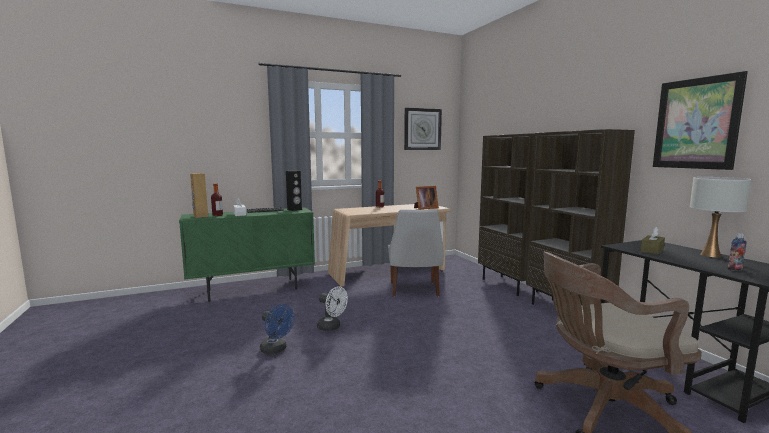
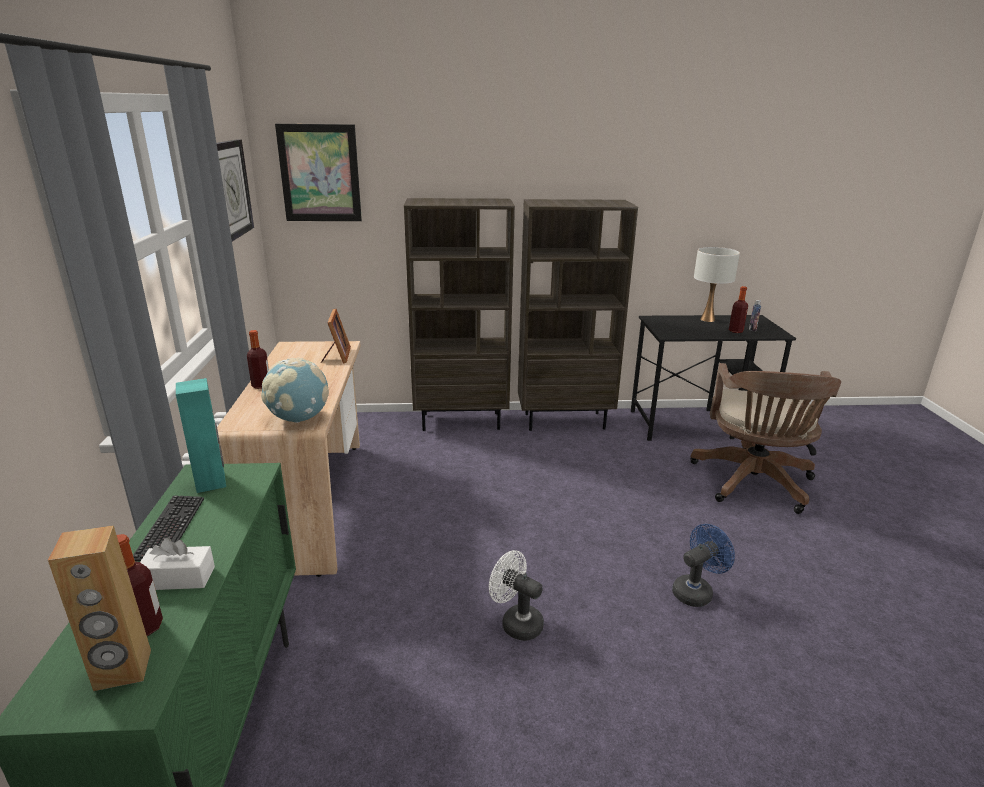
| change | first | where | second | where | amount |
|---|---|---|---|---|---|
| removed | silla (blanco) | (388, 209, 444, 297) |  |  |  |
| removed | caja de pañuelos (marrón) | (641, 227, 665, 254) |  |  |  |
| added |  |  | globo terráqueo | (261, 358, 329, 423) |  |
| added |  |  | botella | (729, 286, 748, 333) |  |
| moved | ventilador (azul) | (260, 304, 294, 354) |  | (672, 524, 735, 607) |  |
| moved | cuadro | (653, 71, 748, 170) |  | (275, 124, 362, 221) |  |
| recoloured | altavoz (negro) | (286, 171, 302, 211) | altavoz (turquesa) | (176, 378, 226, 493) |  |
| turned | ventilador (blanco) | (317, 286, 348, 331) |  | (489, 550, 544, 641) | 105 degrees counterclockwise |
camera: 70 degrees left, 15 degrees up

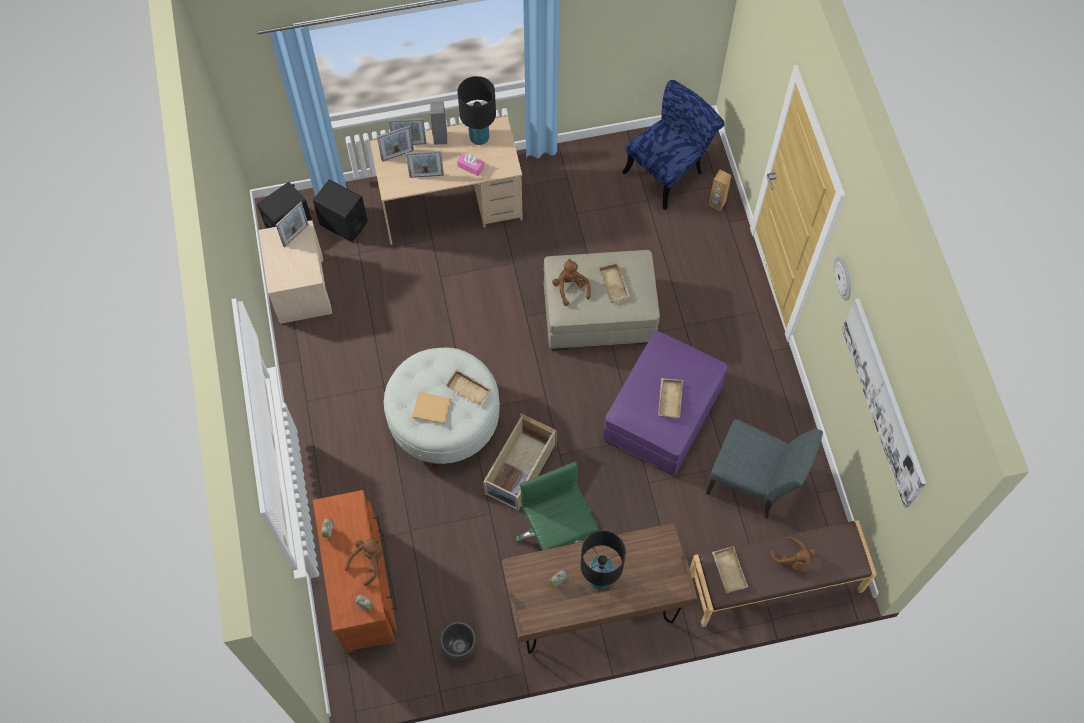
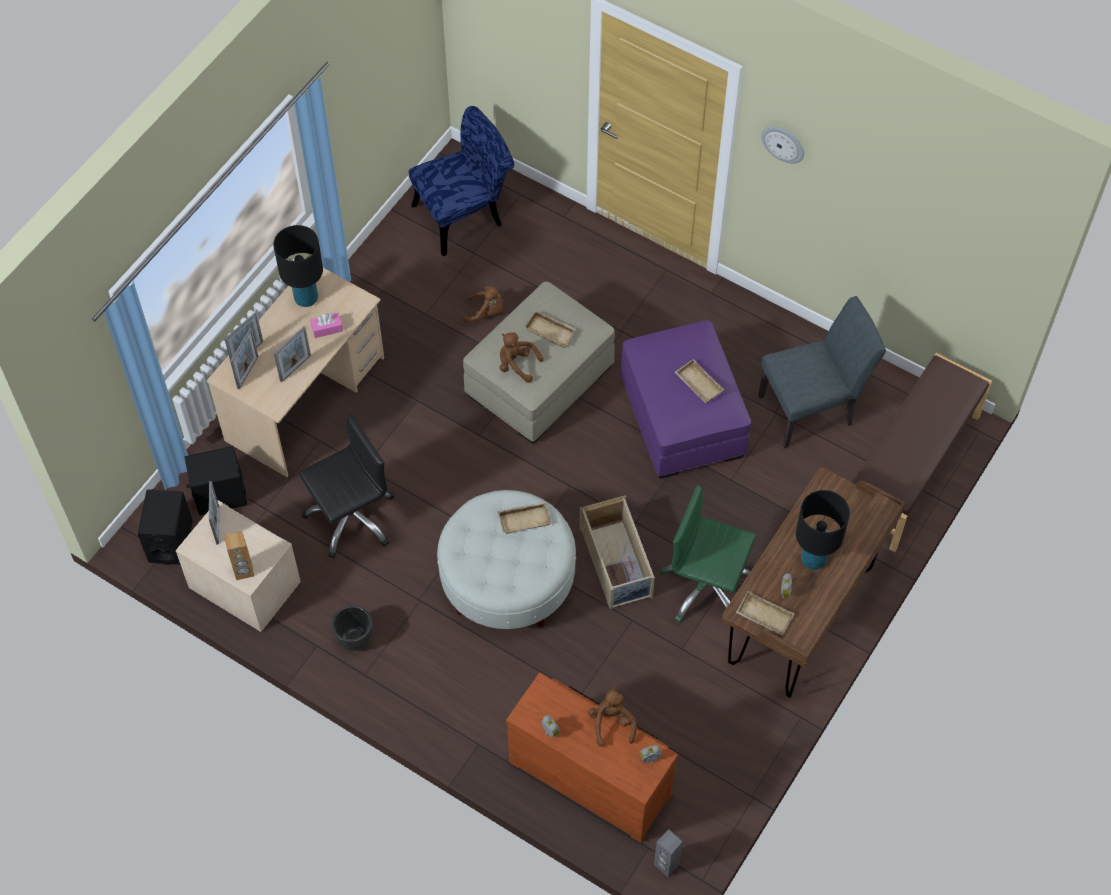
| change | first | where | second | where | amount |
|---|---|---|---|---|---|
| removed | libro (beis) | (412, 392, 451, 425) |  |  |  |
| removed | cuadro | (842, 299, 926, 508) |  |  |  |
| added |  |  | silla de oficina (negro) | (298, 413, 394, 559) |  |
| moved | altavoz (gris) | (430, 101, 447, 145) |  | (654, 829, 683, 877) |  |
| moved | maceta (negro) | (440, 622, 476, 660) |  | (332, 605, 373, 651) |  |
| moved | altavoz (marrón) | (709, 170, 732, 211) |  | (224, 531, 254, 580) |  |
| moved | bandeja (beis) | (712, 546, 748, 593) |  | (736, 591, 795, 635) |  |
| moved | peluche (marrón) | (770, 537, 816, 573) |  | (463, 286, 503, 322) |  |
| turned | silla (azul) | (622, 80, 725, 210) |  | (409, 106, 514, 256) | 60 degrees clockwise |
camera: 45 degrees left, 5 degrees down

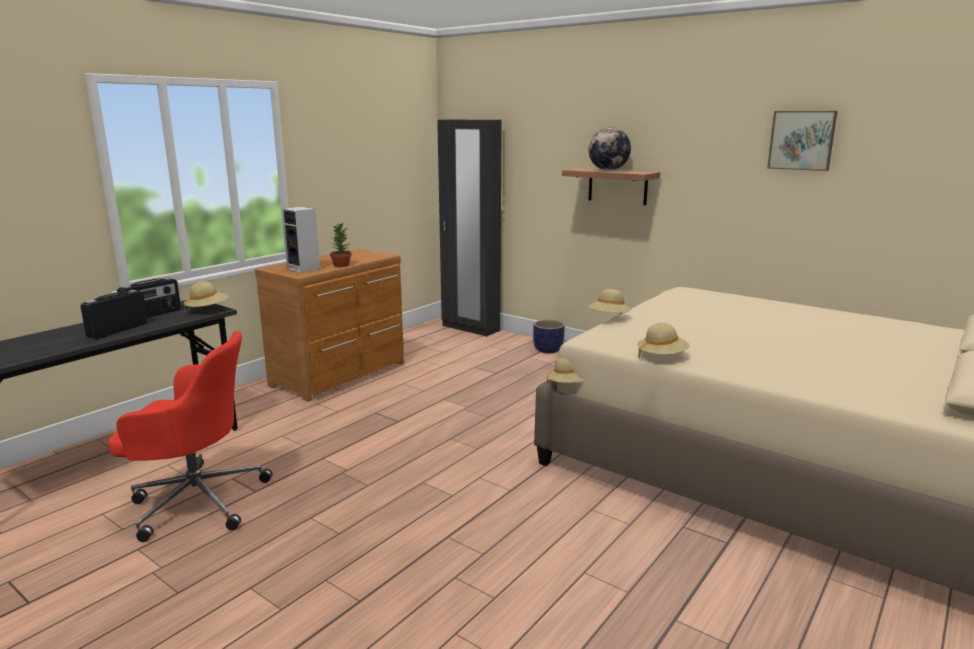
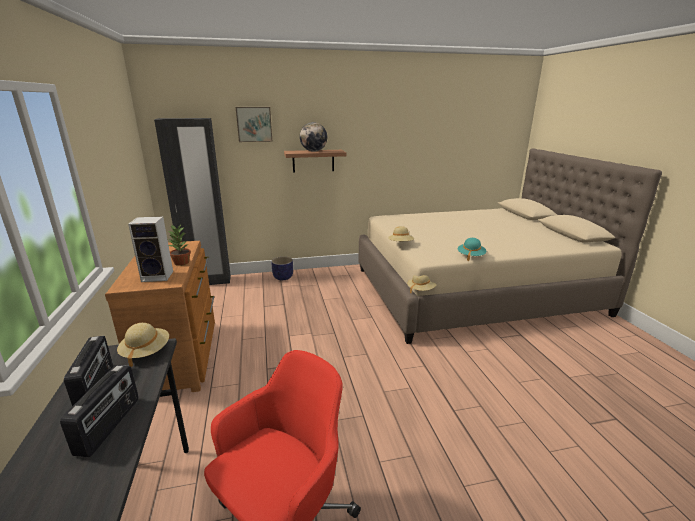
| change | first | where | second | where | amount |
|---|---|---|---|---|---|
| moved | cuadro | (767, 111, 837, 171) |  | (236, 107, 272, 142) |  |
| recoloured | sombrero (beis) | (637, 323, 690, 358) | sombrero (turquesa) | (458, 238, 486, 261) |  |
| turned | radio | (81, 290, 148, 339) |  | (60, 365, 139, 457) | 150 degrees counterclockwise |
camera: 50 degrees left, 5 degrees up

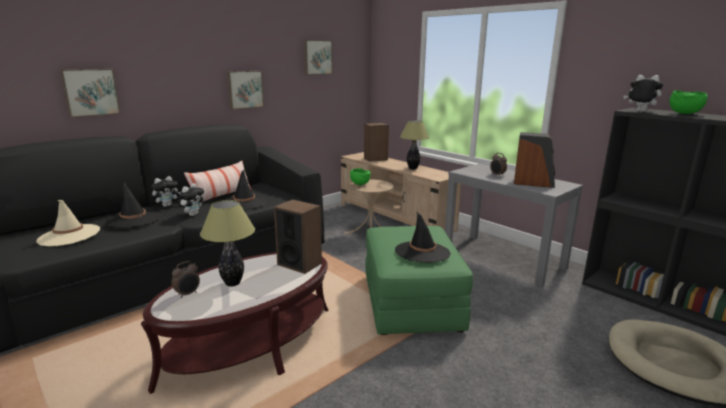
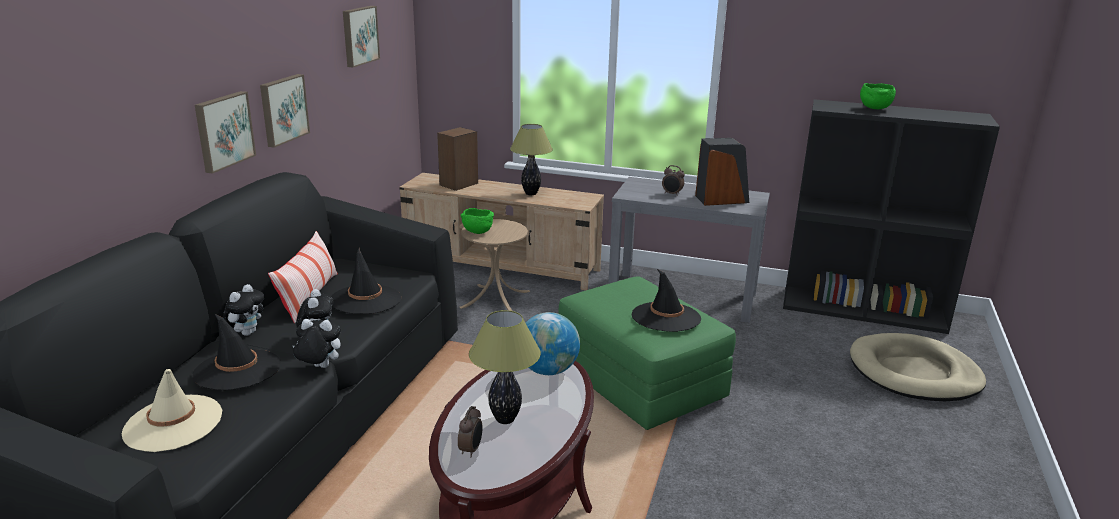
| change | first | where | second | where | amount |
|---|---|---|---|---|---|
| moved | cuadro | (60, 69, 121, 117) |  | (195, 91, 256, 174) |  |
| moved | peluche | (623, 75, 663, 112) |  | (293, 319, 341, 368) |  |
| replaced | altavoz | (274, 199, 322, 274) | globo terráqueo | (526, 312, 580, 375) |  |
camera: 30 degrees left, 5 degrees up

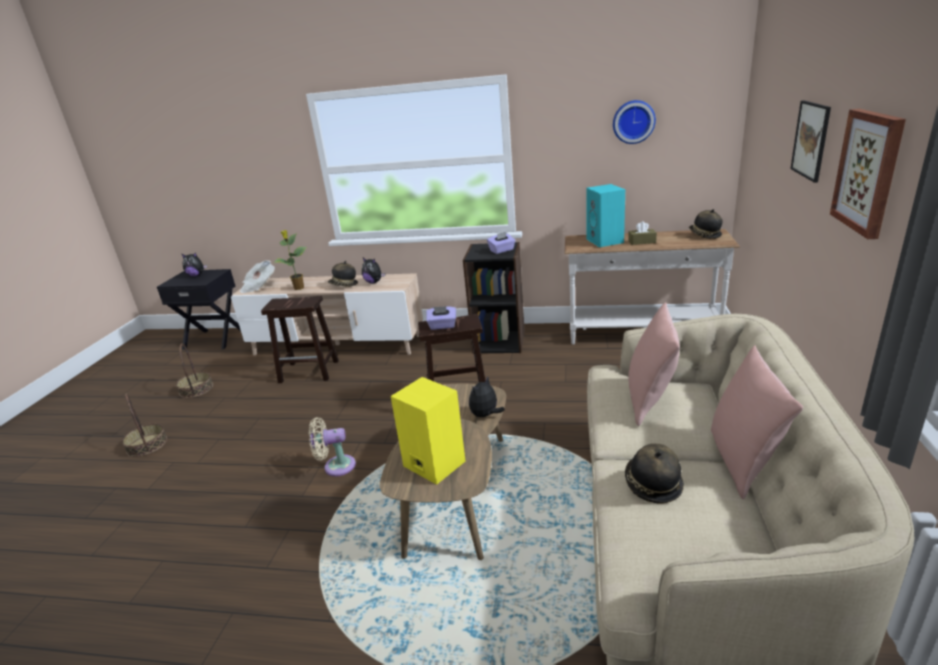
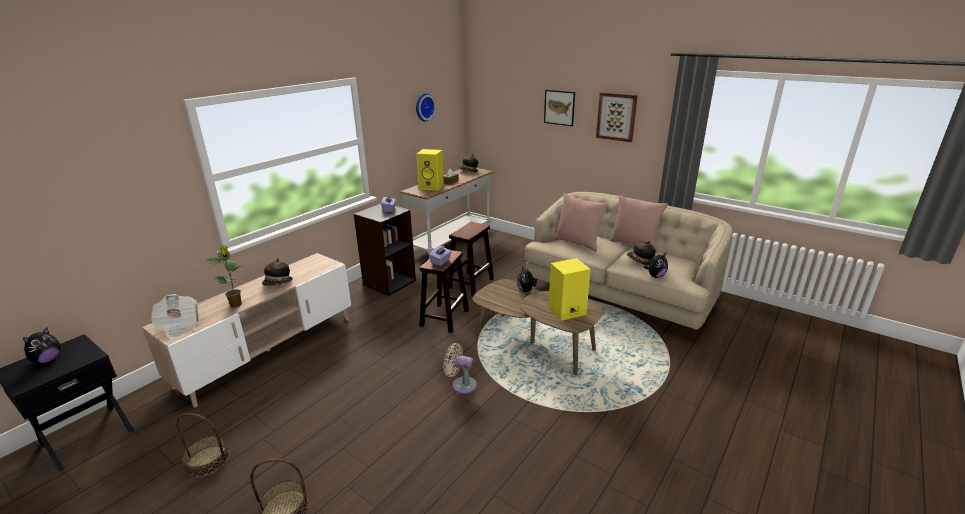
| change | first | where | second | where | amount |
|---|---|---|---|---|---|
| moved | taburete (marrón) | (261, 296, 339, 383) |  | (448, 222, 494, 296) |  |
| moved | peluche | (362, 258, 385, 284) |  | (644, 253, 668, 278) |  |
| recoloured | altavoz (turquesa) | (586, 184, 625, 247) | altavoz (amarillo) | (417, 149, 444, 190) |  |
| turned | ventilador (beis) | (309, 417, 356, 477) |  | (444, 343, 477, 394) | 90 degrees clockwise |
camera: 65 degrees left, 0 degrees up

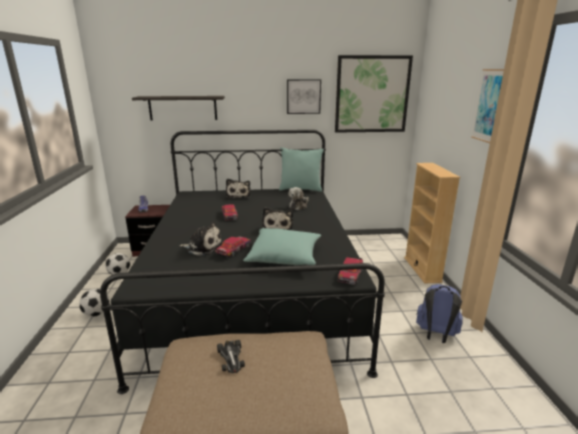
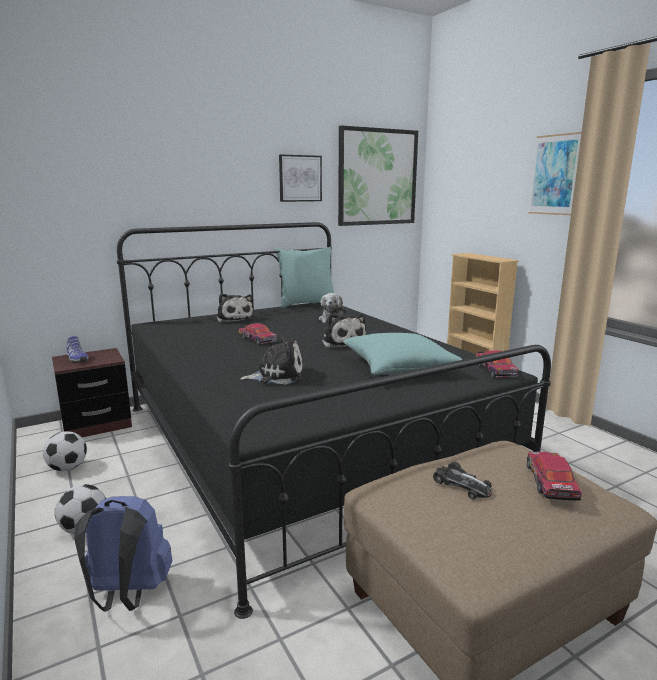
| change | first | where | second | where | amount |
|---|---|---|---|---|---|
| removed | estante | (132, 96, 225, 121) |  |  |  |
| moved | coche de juguete | (215, 236, 251, 257) |  | (527, 452, 582, 501) |  |
| moved | mochila (azul) | (416, 284, 463, 343) |  | (74, 496, 172, 612) |  |
camera: 25 degrees left, 5 degrees down

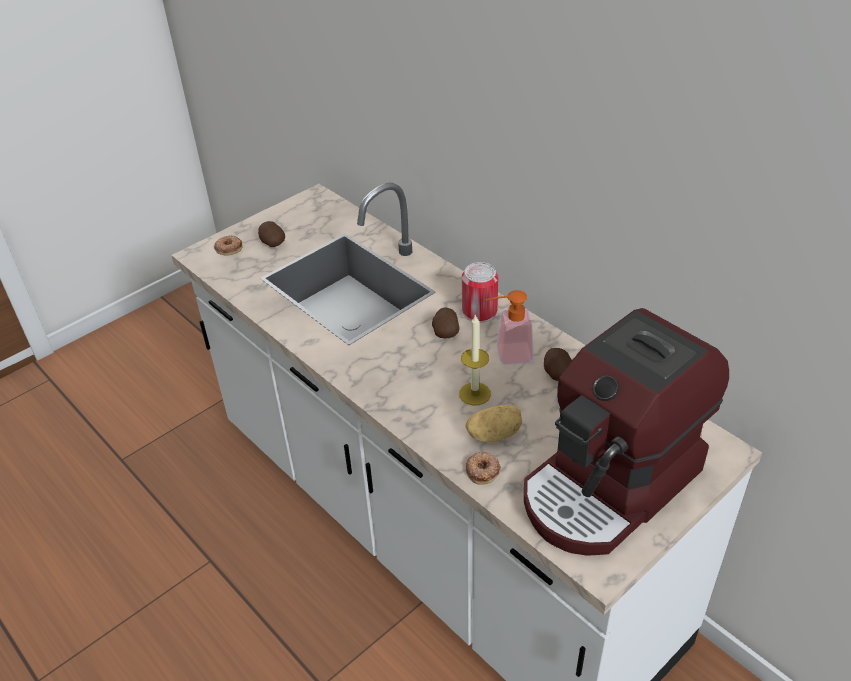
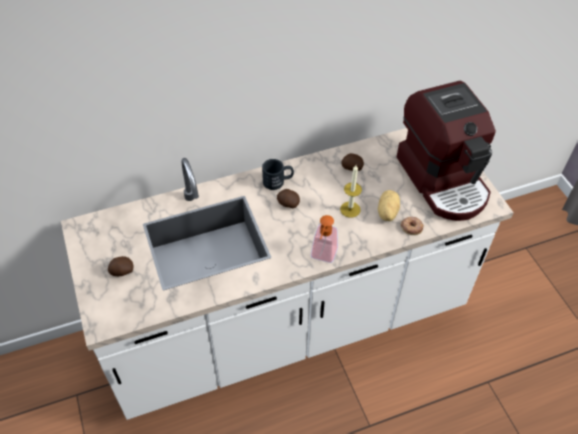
| change | first | where | second | where | amount |
|---|---|---|---|---|---|
| removed | rosquilla | (214, 235, 242, 256) |  |  |  |
| moved | dispensador de jabón | (484, 290, 534, 365) |  | (311, 215, 338, 263) |  |
| replaced | lata | (462, 262, 498, 323) | taza grande (negro) | (262, 159, 294, 190) |  |
camera: 70 degrees left, 10 degrees up

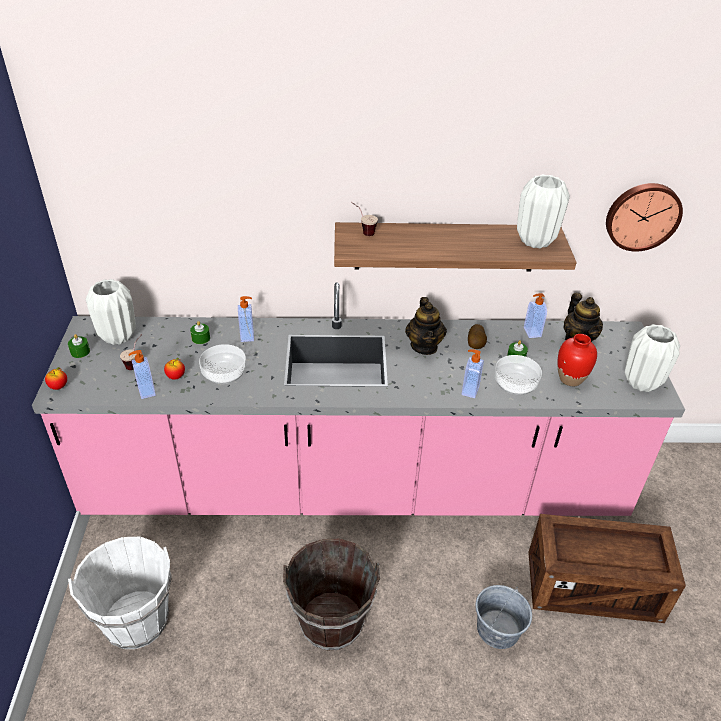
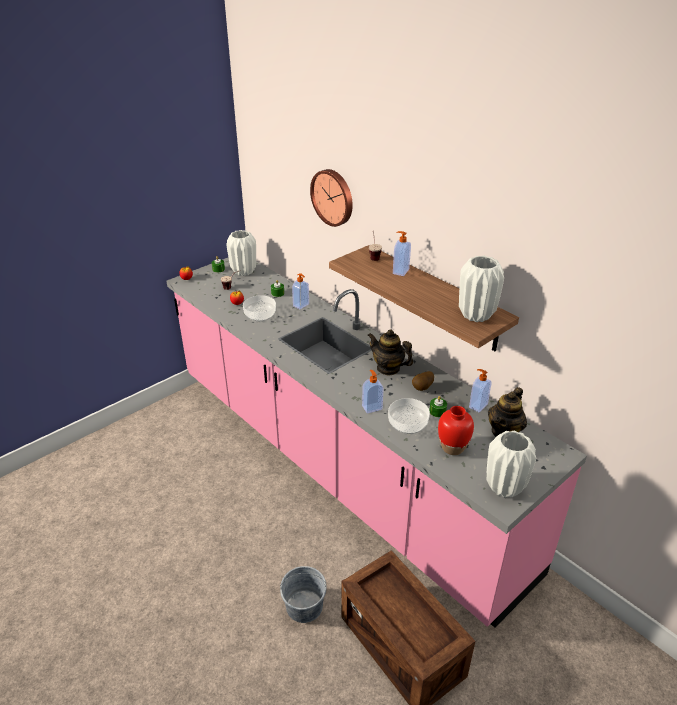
| change | first | where | second | where | amount |
|---|---|---|---|---|---|
| removed | cubo (blanco) | (68, 537, 172, 649) |  |  |  |
| removed | cubo (marrón) | (283, 539, 380, 650) |  |  |  |
| moved | dispensador de jabón | (129, 350, 156, 399) |  | (393, 231, 411, 276) |  |
| moved | reloj de pared | (606, 183, 683, 252) |  | (310, 169, 353, 227) |  |
| turned | tetera | (405, 297, 447, 355) |  | (367, 330, 413, 375) | 75 degrees clockwise |
camera: 50 degrees right, 5 degrees down

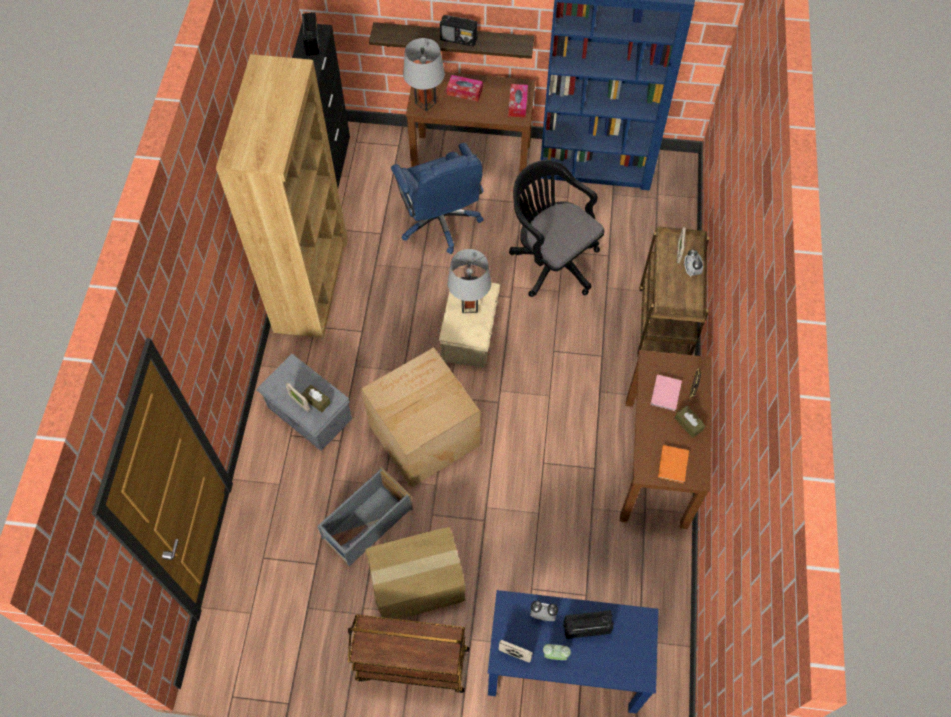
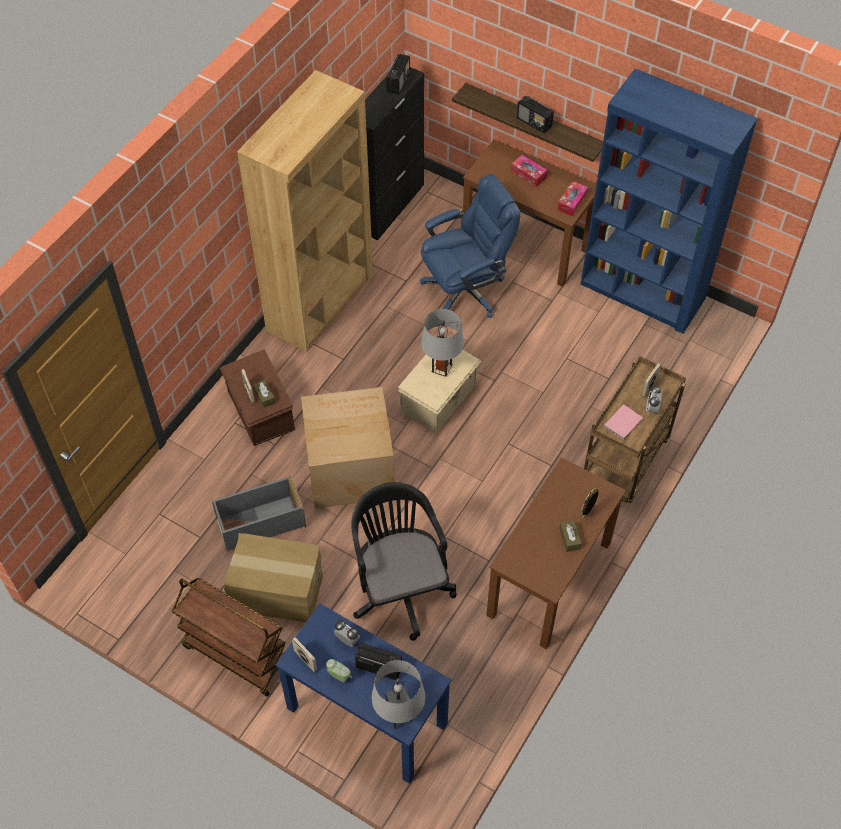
| change | first | where | second | where | amount |
|---|---|---|---|---|---|
| removed | libro (naranja) | (658, 445, 689, 483) |  |  |  |
| moved | lámpara de mesa (gris) | (403, 38, 445, 111) |  | (371, 660, 425, 730) |  |
| moved | silla de oficina (negro) | (509, 160, 604, 297) |  | (351, 482, 456, 641) |  |
| moved | libro (rosa) | (650, 374, 682, 411) |  | (604, 404, 643, 440) |  |
| recoloured | caja de almacenaje (gris) | (256, 354, 352, 451) | caja de almacenaje (marrón) | (220, 349, 295, 446) |  |
| turned | silla de oficina (azul) | (391, 143, 484, 254) |  | (420, 174, 520, 318) | 120 degrees counterclockwise |
camera: 25 degrees right, 5 degrees down

